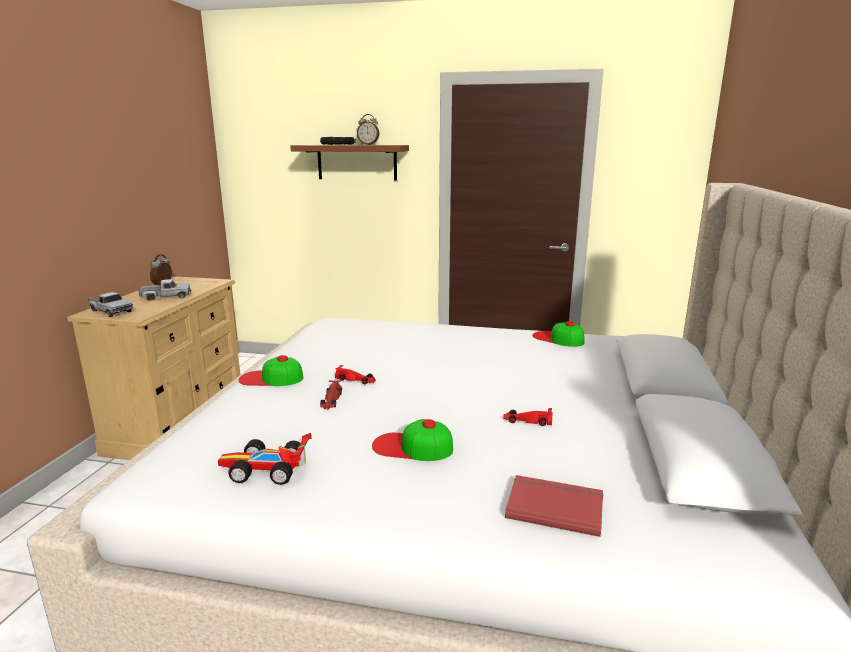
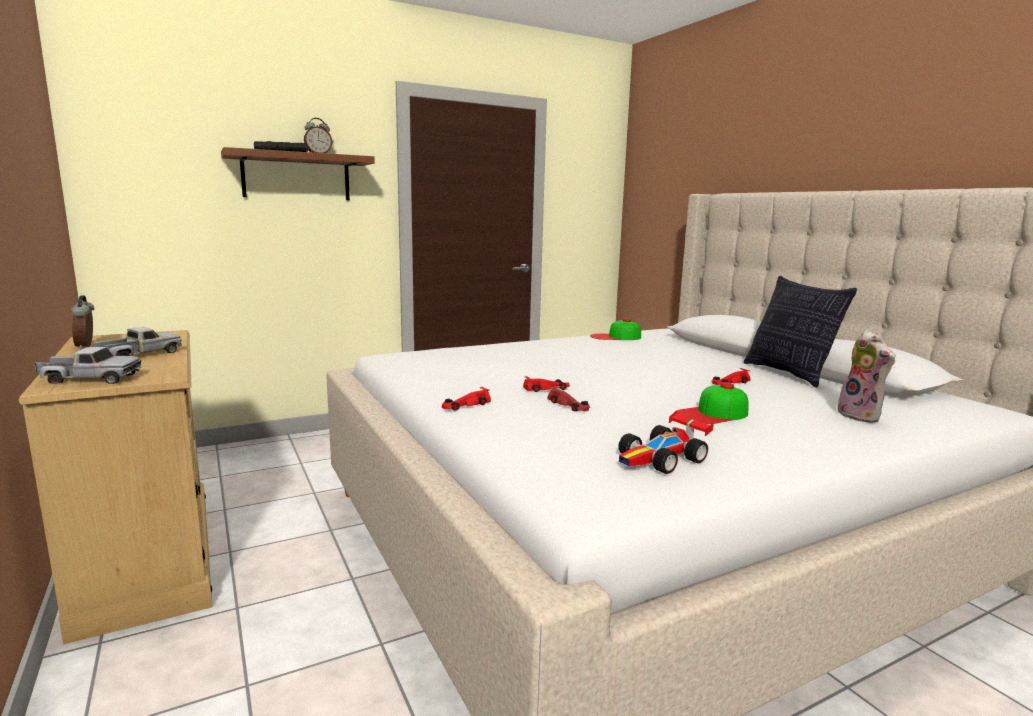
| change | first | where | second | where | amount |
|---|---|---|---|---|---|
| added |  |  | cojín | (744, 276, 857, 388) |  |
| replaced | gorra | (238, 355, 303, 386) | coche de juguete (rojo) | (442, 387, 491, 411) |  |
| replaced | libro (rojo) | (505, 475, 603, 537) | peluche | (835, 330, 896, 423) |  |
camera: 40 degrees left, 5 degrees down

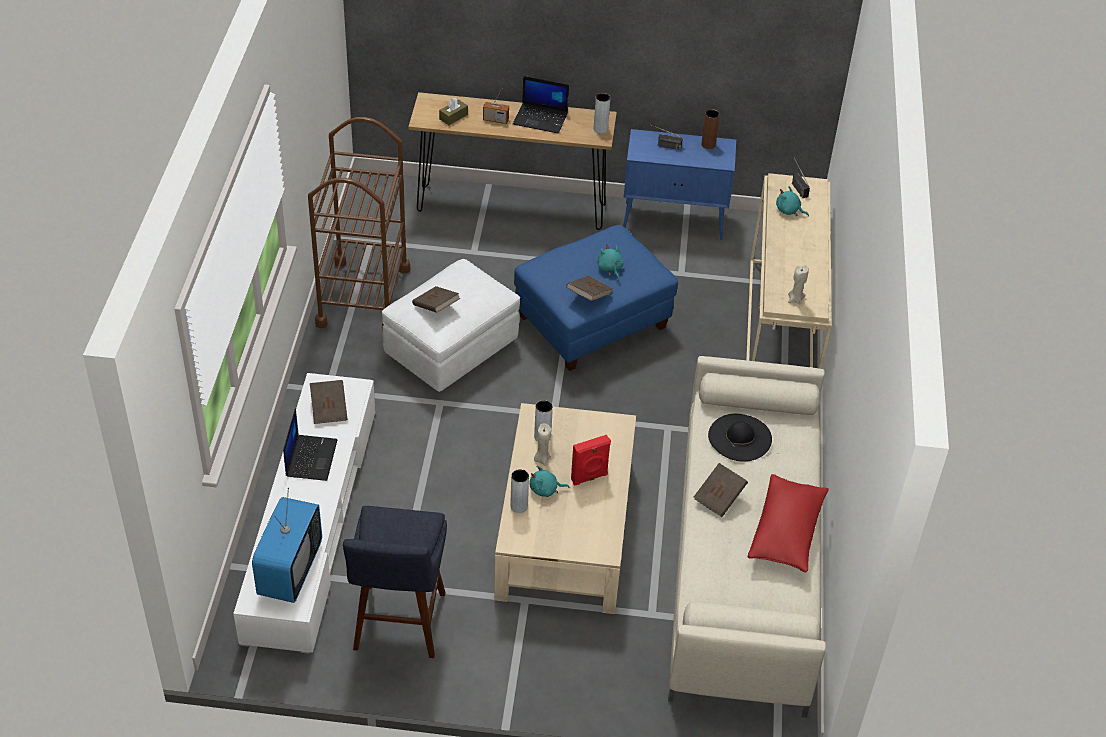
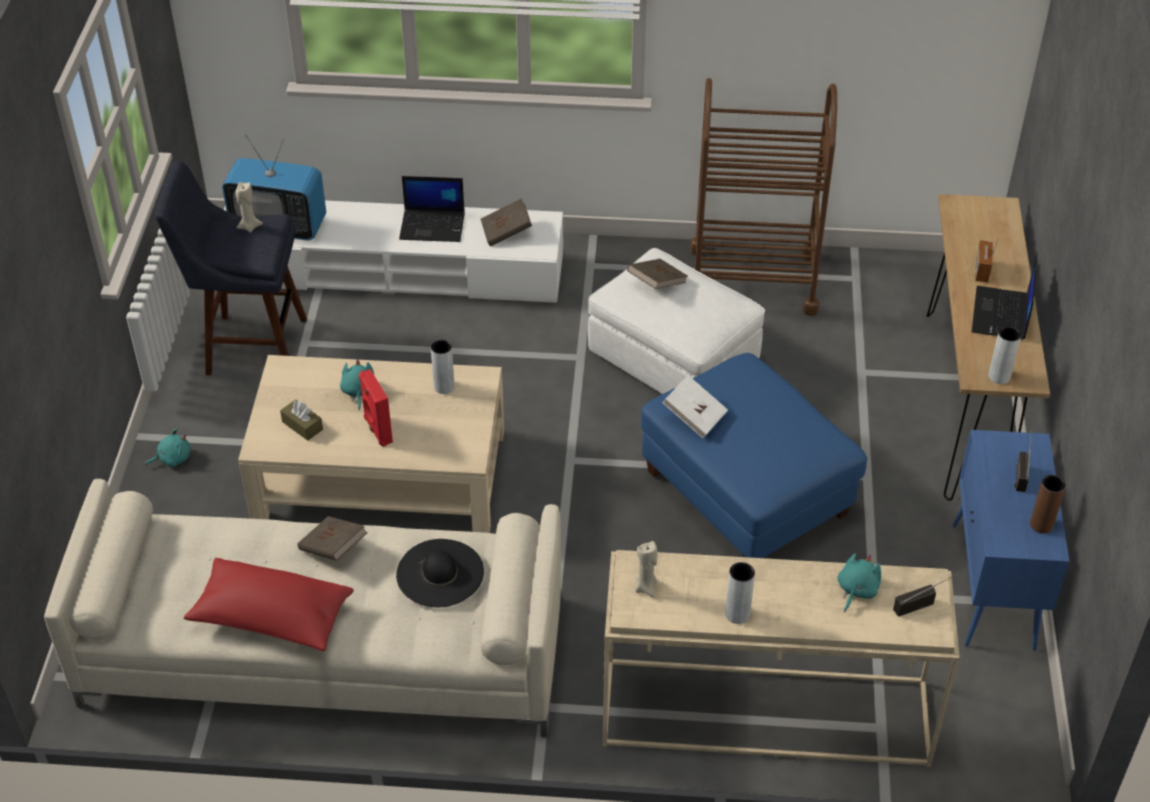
| change | first | where | second | where | amount |
|---|---|---|---|---|---|
| moved | caja de pañuelos (marrón) | (439, 98, 468, 125) |  | (280, 400, 323, 441) |  |
| moved | florero (gris) | (510, 469, 529, 513) |  | (725, 562, 755, 624) |  |
| moved | vela (beis) | (534, 423, 551, 466) |  | (236, 182, 263, 233) |  |
| moved | peluche (turquesa) | (597, 245, 624, 281) |  | (145, 428, 191, 467) |  |
| recoloured | libro (marrón) | (566, 276, 613, 301) | libro (blanco) | (662, 375, 728, 438) |  |
camera: 90 degrees right, 0 degrees up

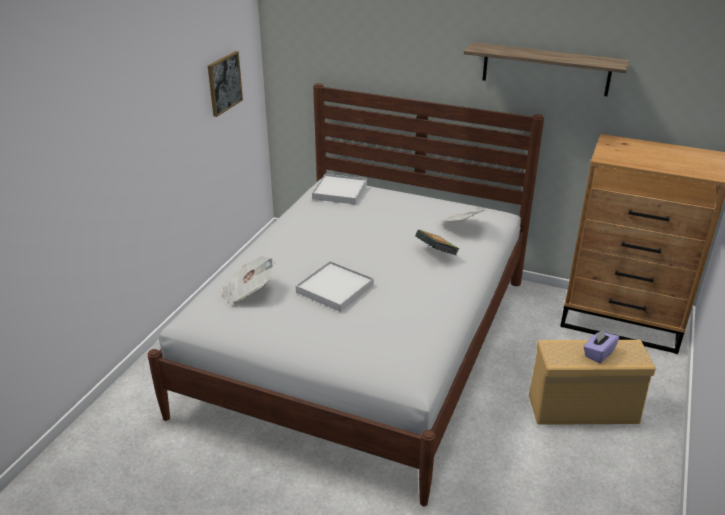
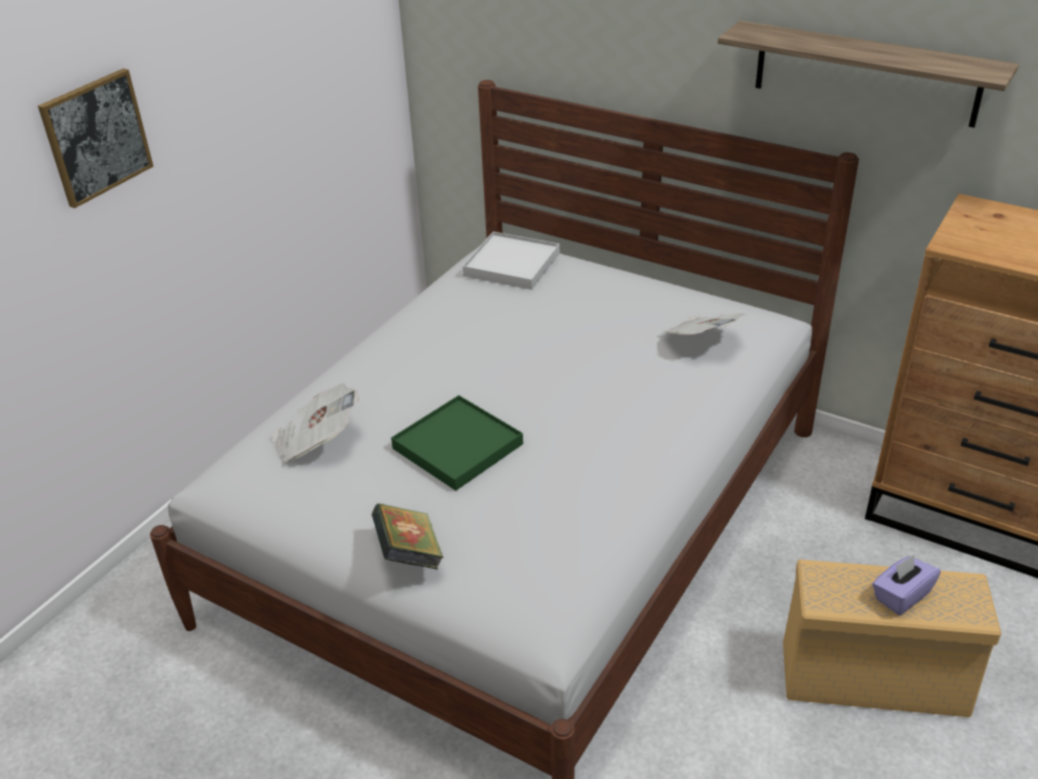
| change | first | where | second | where | amount |
|---|---|---|---|---|---|
| moved | cuadro | (208, 51, 243, 117) |  | (38, 68, 154, 208) |  |
| moved | libro | (415, 230, 459, 255) |  | (372, 503, 444, 570) |  |
| recoloured | bandeja (blanco) | (296, 261, 374, 312) | bandeja (verde) | (391, 395, 523, 491) |  |
camera: 10 degrees right, 5 degrees up

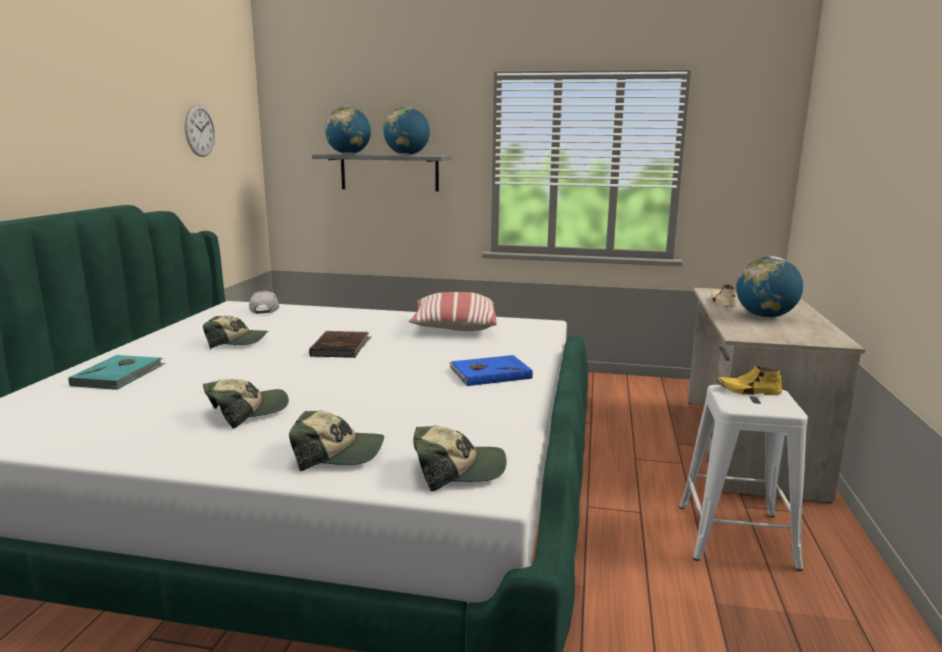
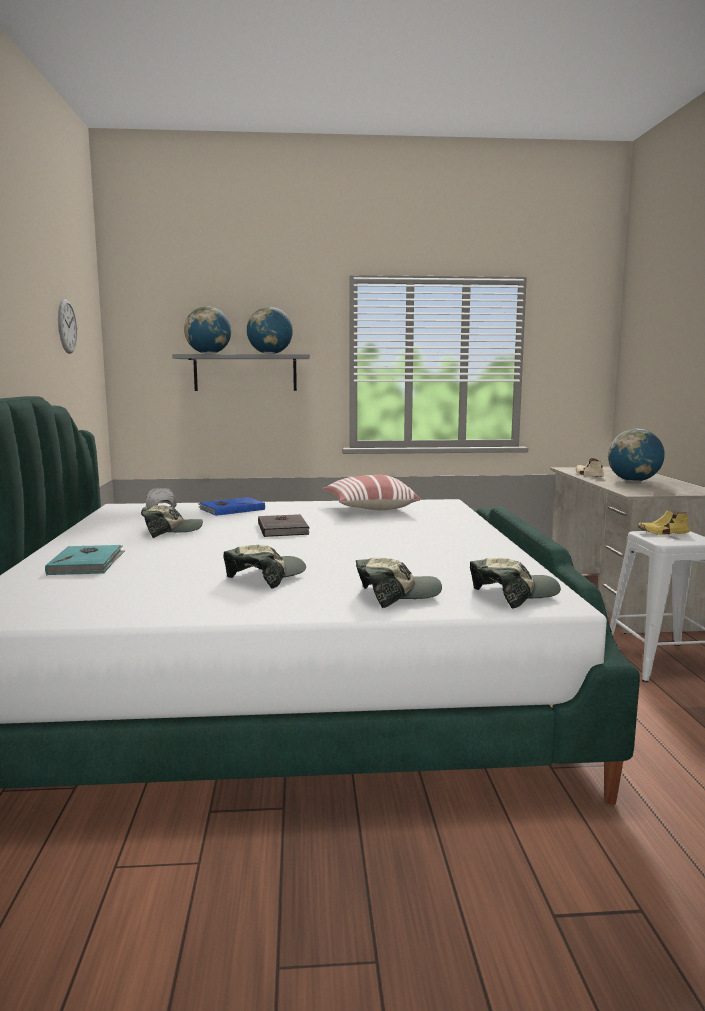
| change | first | where | second | where | amount |
|---|---|---|---|---|---|
| moved | libro (azul) | (449, 355, 533, 386) |  | (198, 497, 265, 516) |  |
camera: 15 degrees left, 5 degrees down

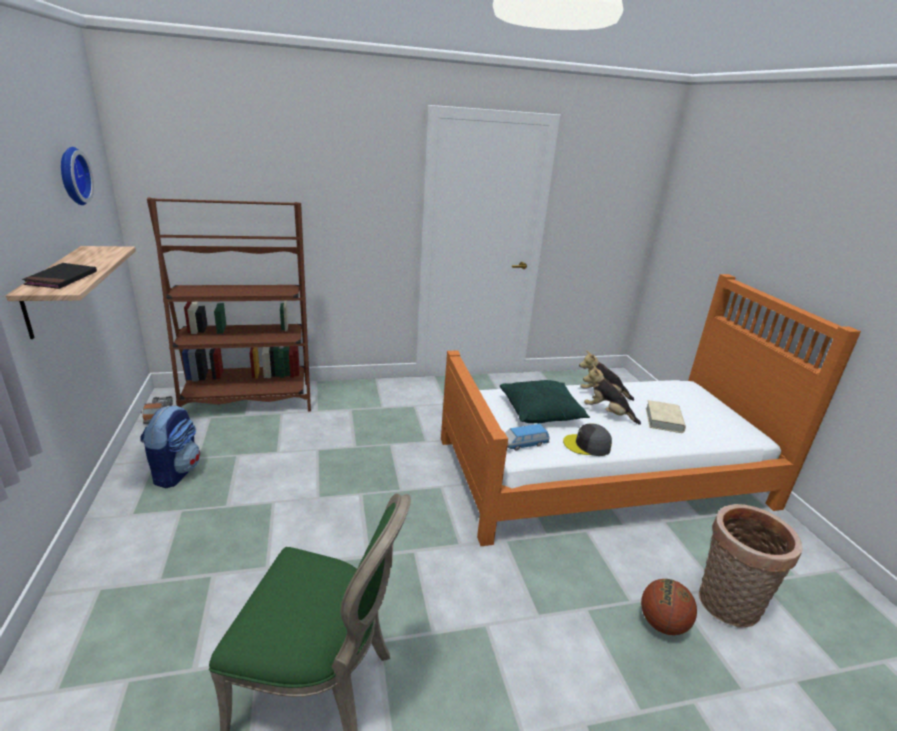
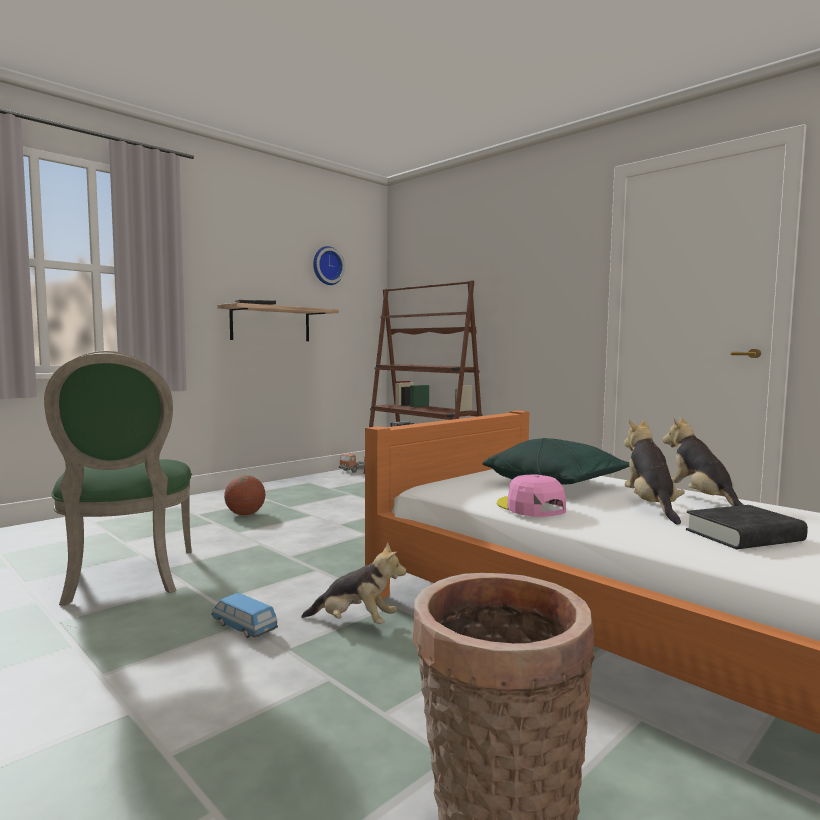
| change | first | where | second | where | amount |
|---|---|---|---|---|---|
| removed | mochila | (140, 405, 200, 488) |  |  |  |
| added |  |  | peluche | (301, 542, 406, 624) |  |
| moved | coche de juguete | (505, 424, 550, 451) |  | (211, 593, 278, 638) |  |
| moved | balón de baloncesto | (641, 579, 697, 635) |  | (224, 475, 265, 515) |  |
| recoloured | gorra (gris) | (563, 423, 612, 456) | gorra (rosa) | (497, 474, 566, 517) |  |
| recoloured | libro (beis) | (646, 400, 686, 433) | libro (negro) | (686, 505, 808, 549) |  |
camera: 60 degrees right, 20 degrees down

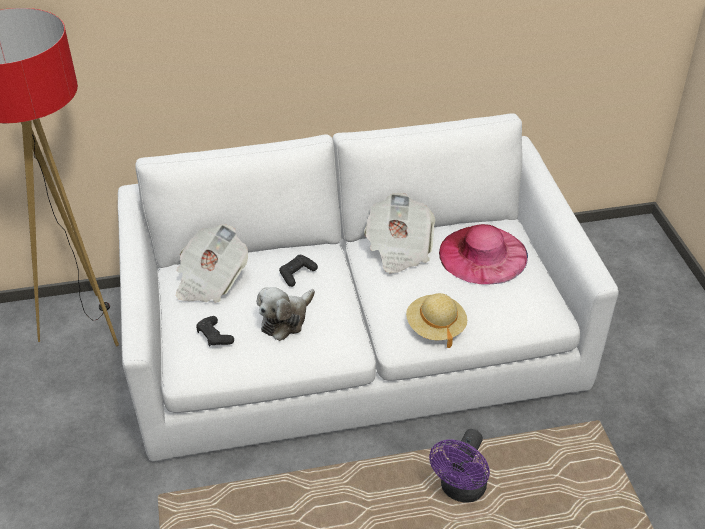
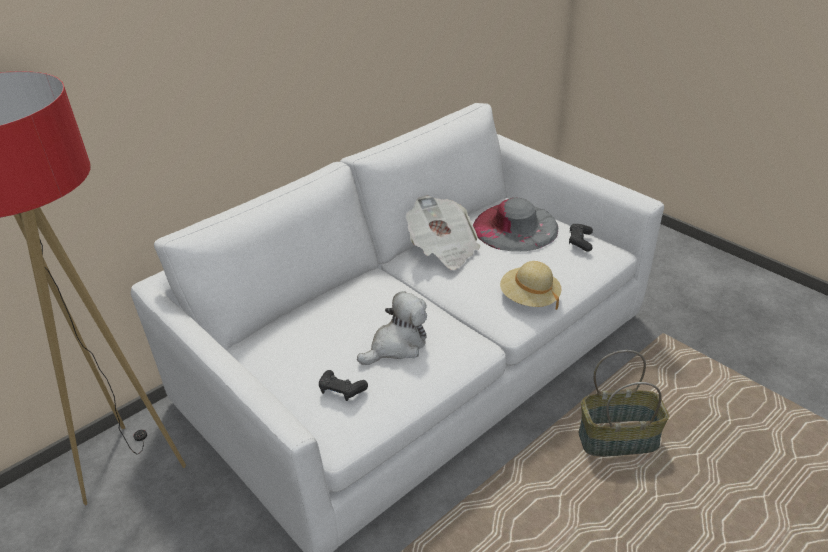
| change | first | where | second | where | amount |
|---|---|---|---|---|---|
| removed | periódico | (176, 224, 248, 303) |  |  |  |
| moved | mando de consola (negro) | (279, 255, 318, 287) |  | (569, 224, 593, 252) |  |
| replaced | ventilador (morado) | (429, 429, 490, 503) | cesta | (579, 350, 669, 457) |  |
| recoloured | sombrero (rosa) | (439, 224, 528, 285) | sombrero (gris) | (473, 198, 558, 252) |  |
| turned | peluche | (257, 287, 315, 341) |  | (357, 291, 427, 365) | 135 degrees counterclockwise |
camera: 30 degrees left, 5 degrees down

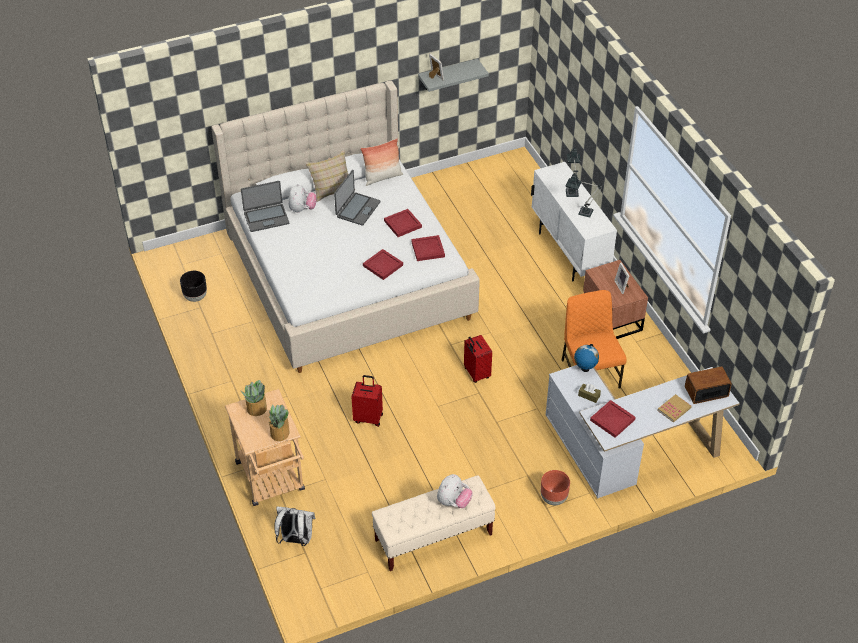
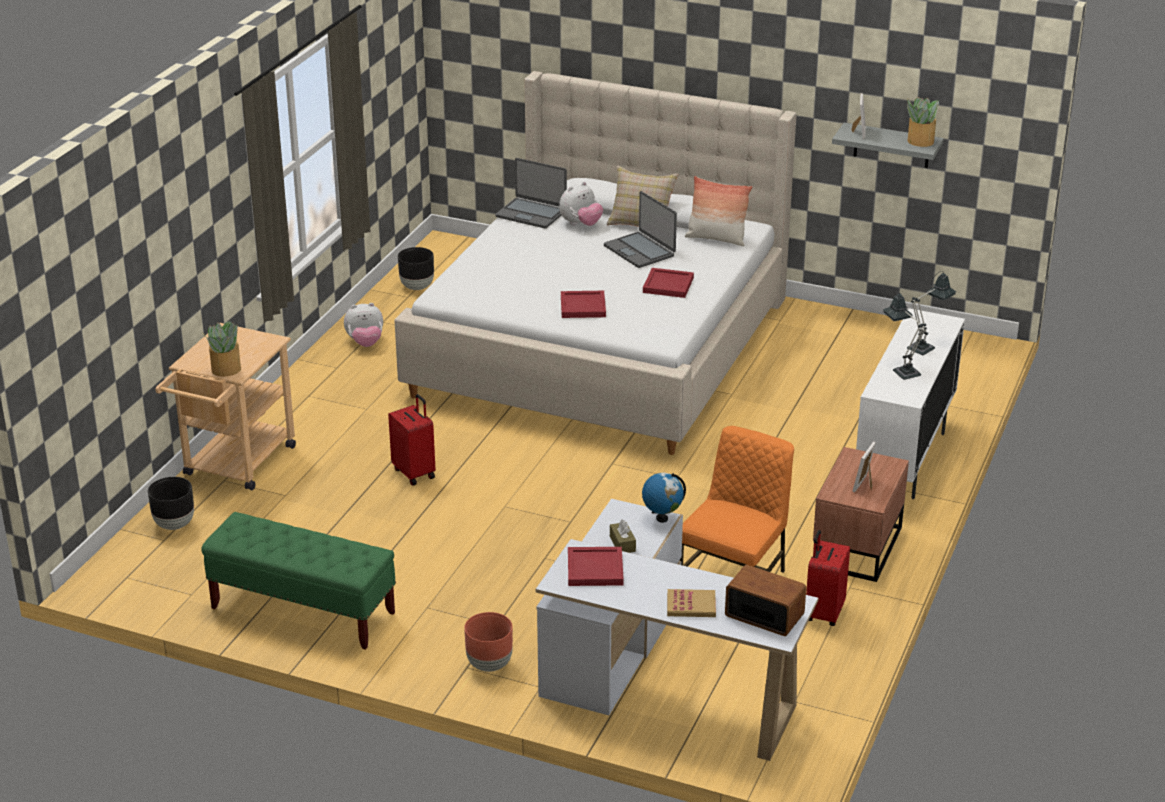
| change | first | where | second | where | amount |
|---|---|---|---|---|---|
| removed | bandeja (rojo) | (411, 235, 445, 261) |  |  |  |
| moved | planta en maceta | (240, 380, 267, 416) |  | (907, 97, 939, 147) |  |
| moved | peluche | (437, 474, 473, 508) |  | (344, 303, 383, 347) |  |
| moved | maleta (rojo) | (464, 335, 492, 383) |  | (806, 530, 850, 626) |  |
| replaced | mochila (blanco) | (274, 507, 315, 546) | maceta (negro) | (148, 477, 194, 530) |  |
| recoloured | banco (beis) | (372, 475, 496, 571) | banco (verde) | (201, 512, 396, 650) |  |
| turned | portátil | (334, 170, 380, 226) |  | (604, 191, 677, 268) | 75 degrees clockwise |
camera: 45 degrees right, 15 degrees down

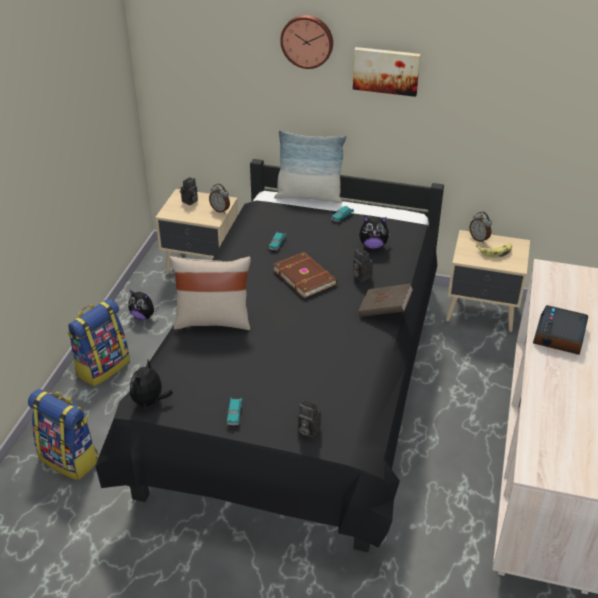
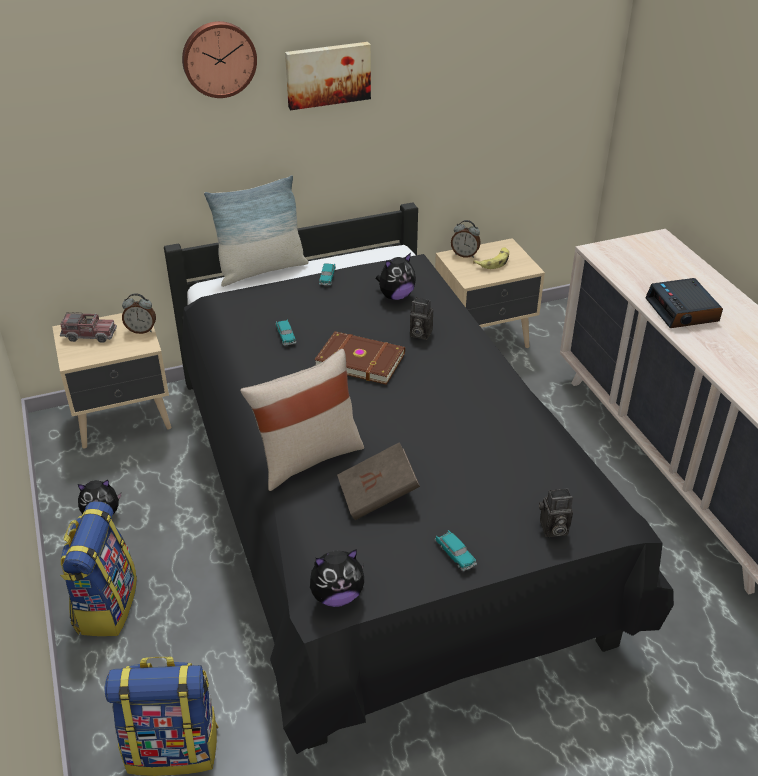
| change | first | where | second | where | amount |
|---|---|---|---|---|---|
| moved | libro (marrón) | (358, 283, 413, 317) |  | (337, 442, 420, 520) |  |
| replaced | cámara | (180, 177, 198, 205) | camión de juguete | (60, 312, 117, 343) |  |
| turned | peluche | (130, 360, 173, 409) |  | (310, 549, 364, 607) | 90 degrees counterclockwise |
camera: 35 degrees left, 0 degrees up

